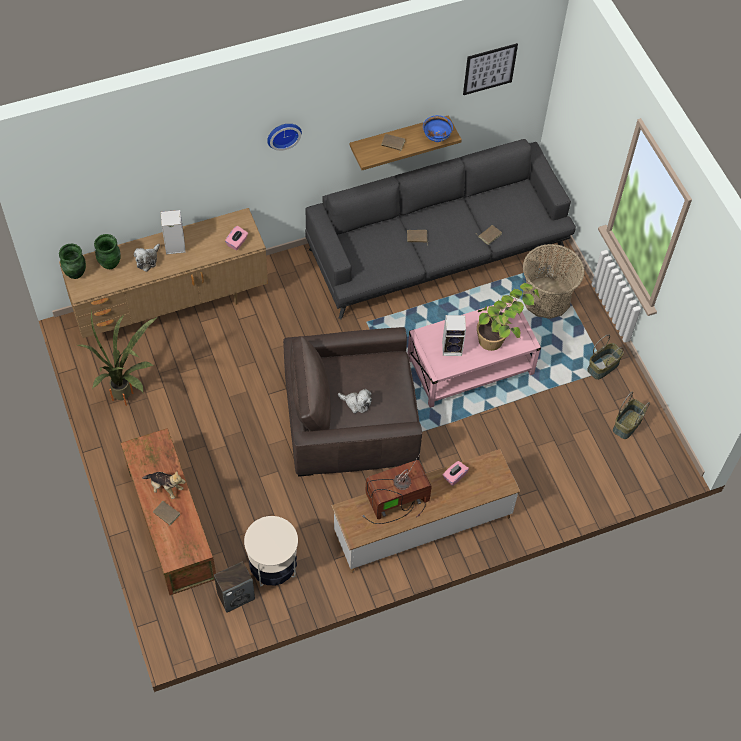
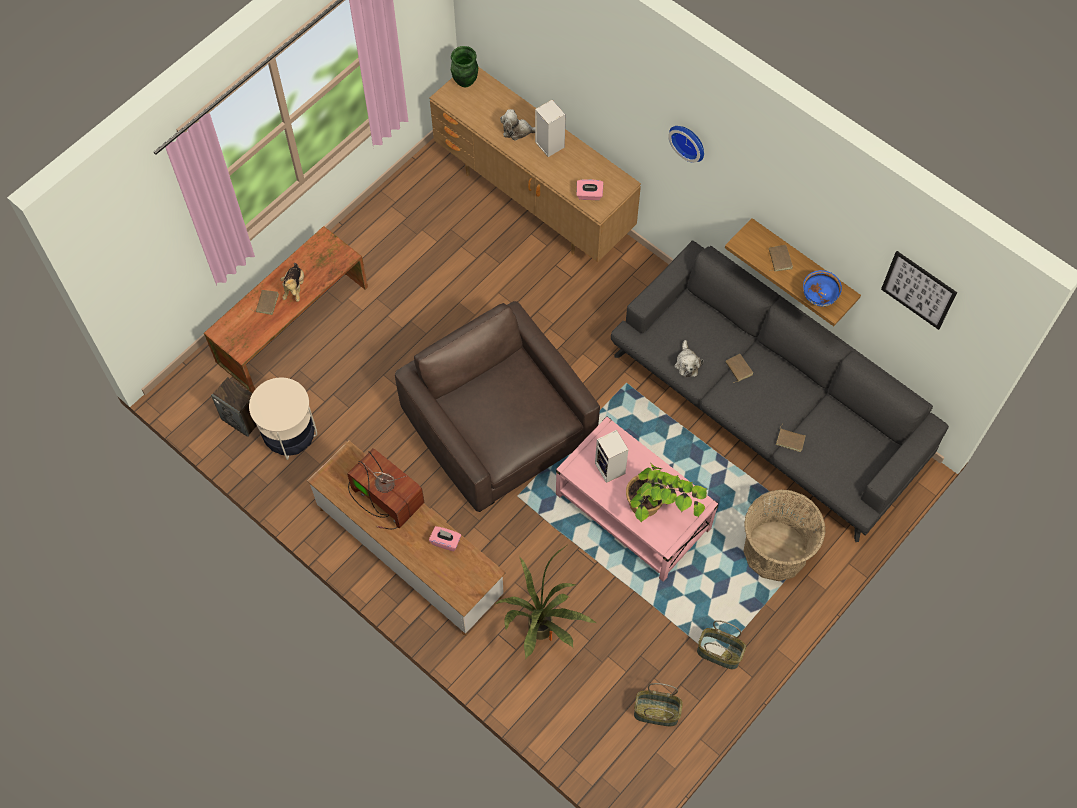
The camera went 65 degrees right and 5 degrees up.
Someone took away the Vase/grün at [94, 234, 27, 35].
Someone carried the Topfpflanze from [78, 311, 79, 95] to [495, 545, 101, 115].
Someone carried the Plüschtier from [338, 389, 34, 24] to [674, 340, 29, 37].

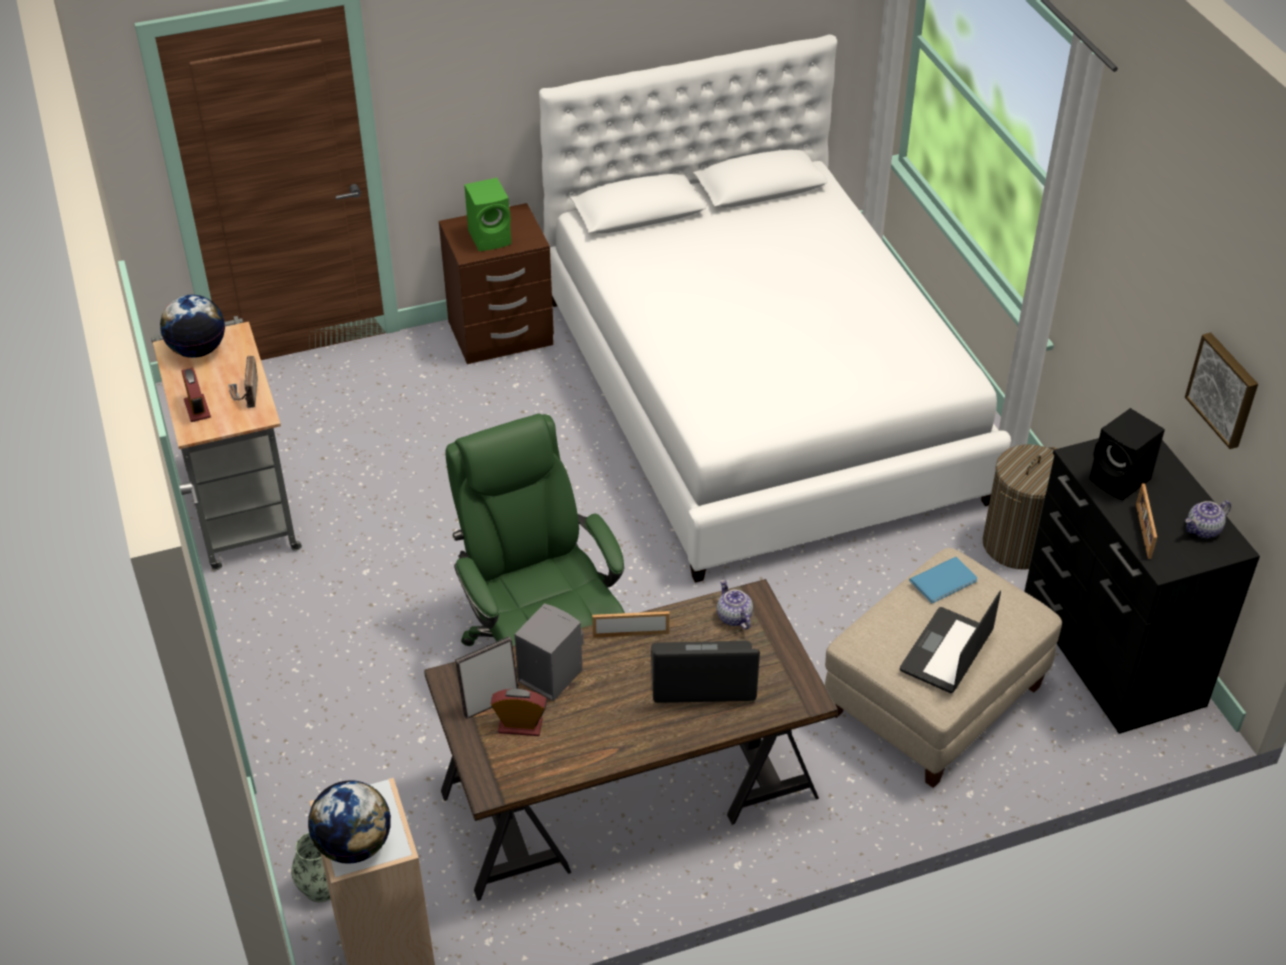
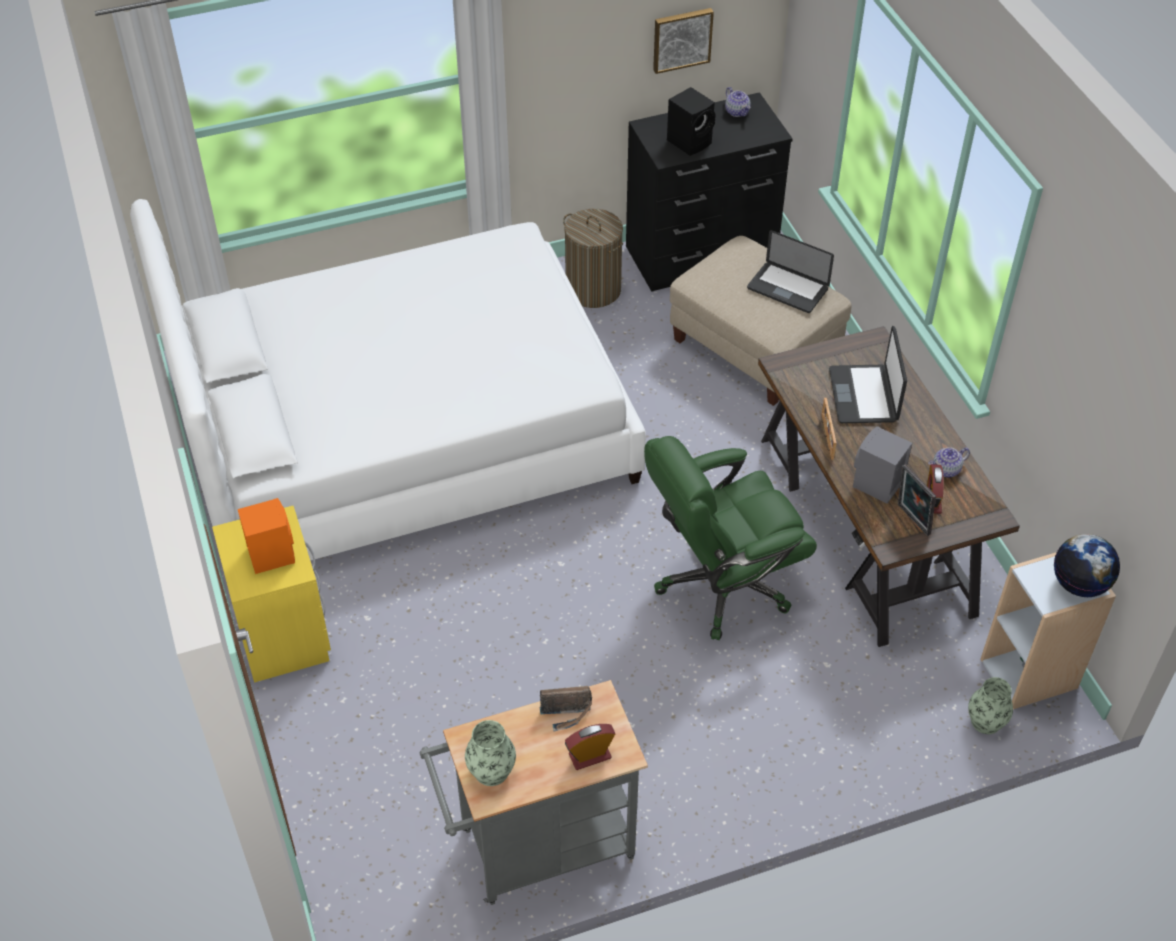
The camera went 90 degrees left and 5 degrees up.
Someone took away the Buch/blau at [909, 557, 68, 46].
Someone took away the Bilderrahmen at [1136, 483, 21, 76].
Someone carried the Teekanne from [717, 580, 36, 49] to [928, 447, 42, 30].
Someone swapped the Globus at [160, 295, 65, 63] for the Vase at [465, 720, 51, 66].
Someone repainted the Nachttisch/braun at [439, 203, 115, 161], which became the Nachttisch/gelb at [212, 506, 119, 177].
Someone repainted the Lautsprecher/grün at [464, 178, 47, 73], which became the Lautsprecher/orange at [238, 498, 57, 76].

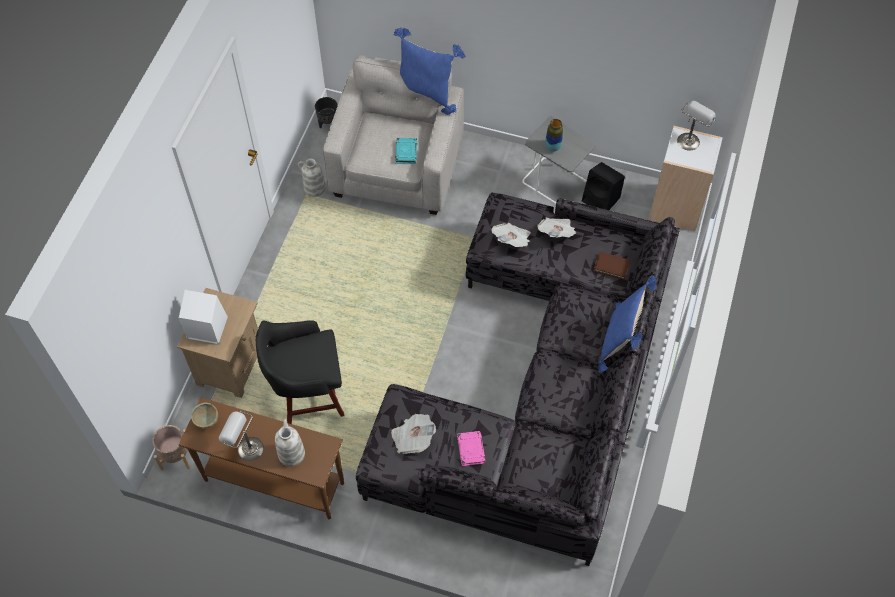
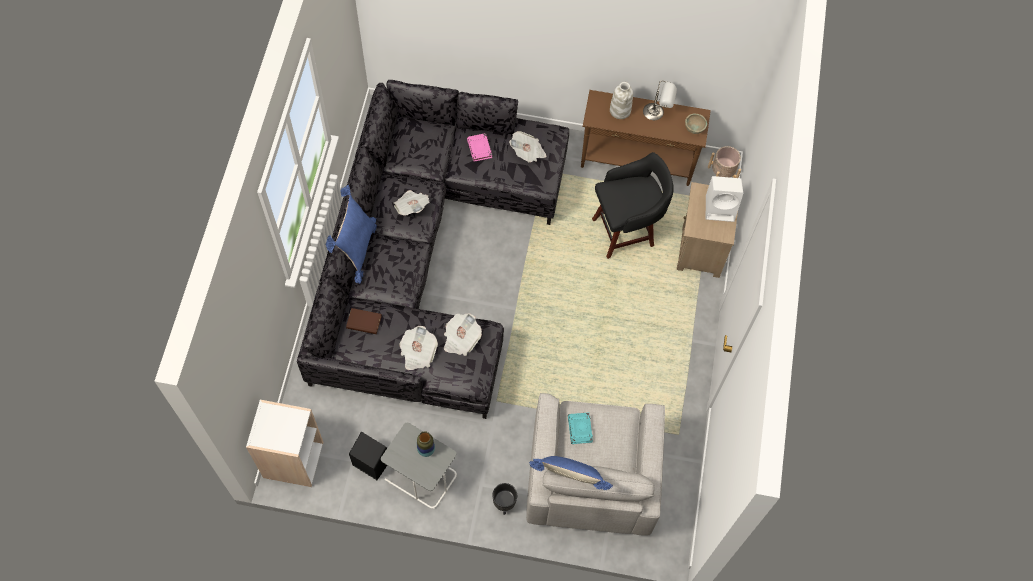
The camera went 170 degrees right and 5 degrees up.
Someone took away the Vase/weiß at [298, 159, 28, 38].
Someone took away the Tischlampe/weiß at [677, 101, 39, 49].
Someone put down the Zeitung at [394, 190, 36, 26].
Someone carried the Pflanzkübel/schwarz from [315, 97, 22, 31] to [492, 483, 25, 32].

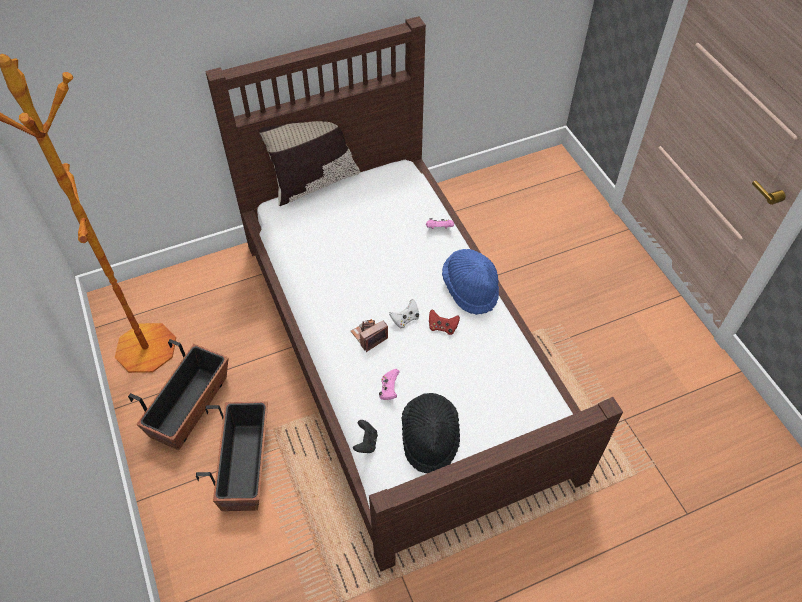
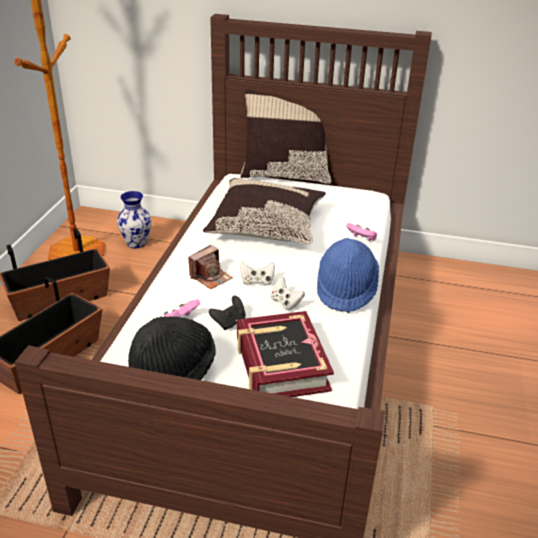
The camera went 35 degrees right and 20 degrees down.
Someone put down the Vase at [117, 191, 35, 57].
Someone put down the Kissen at [203, 178, 123, 66].
Someone put down the Buch at [237, 311, 97, 86].
Someone carried the Gamepad/schwarz from [353, 420, 25, 33] to [209, 296, 37, 34].
Someone repainted the Gamepad/rot at [429, 309, 31, 26], which became the Gamepad/weiß at [270, 276, 35, 34].
Someone rotated the Kamera at [351, 319, 37, 33] by 135 degrees clockwise.

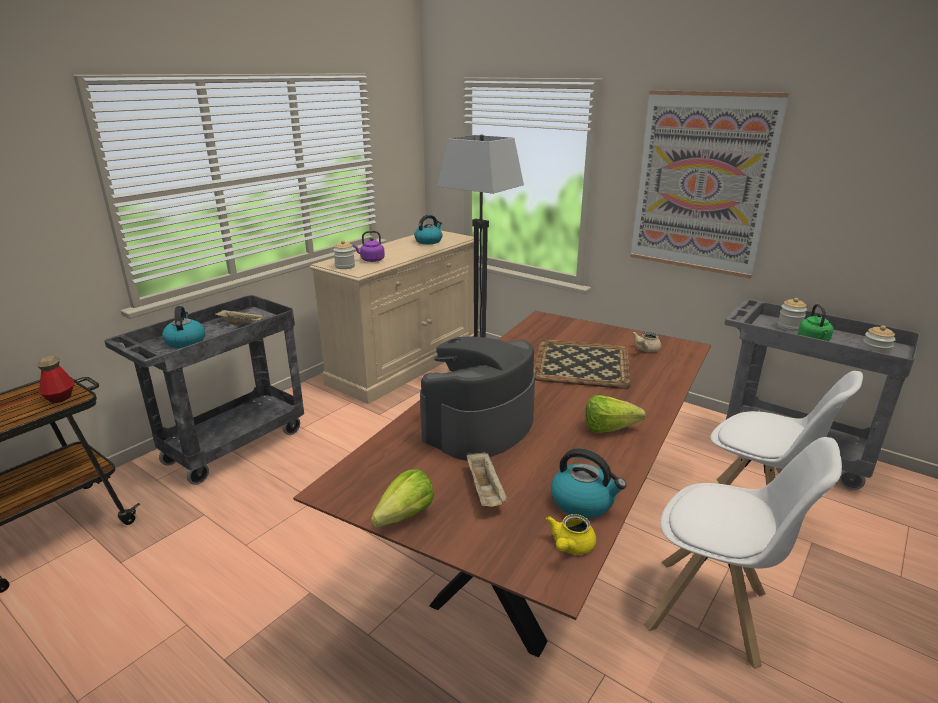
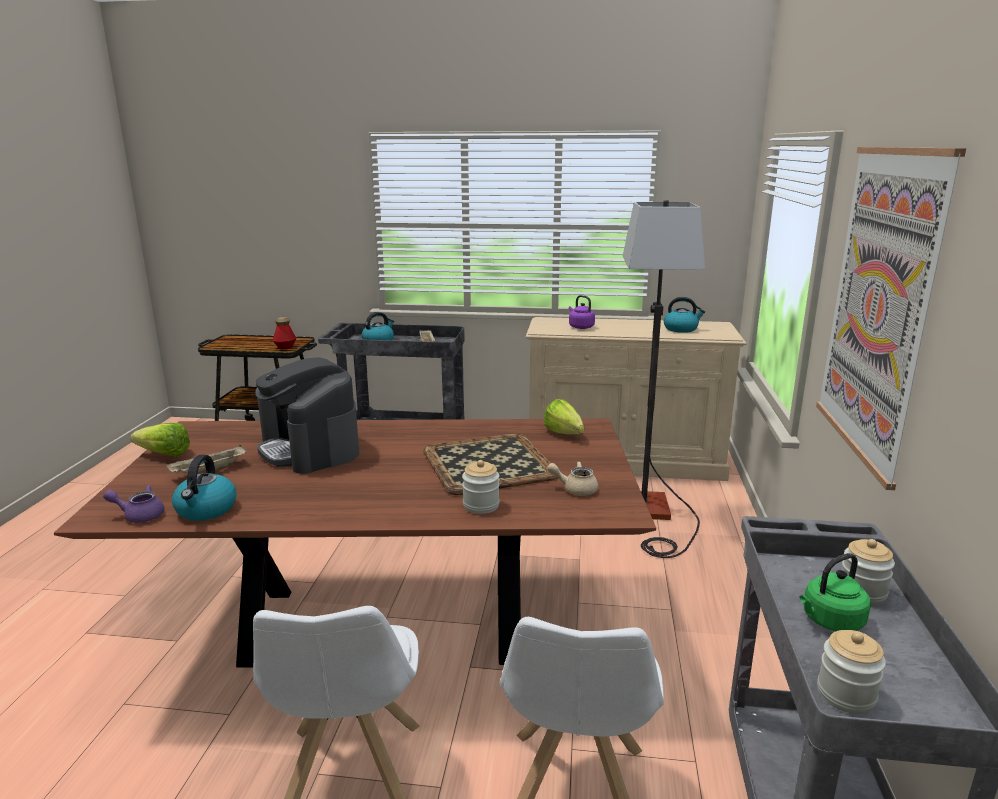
The camera went 60 degrees right and 5 degrees down.
Someone carried the Vorratsglas from [333, 240, 22, 29] to [462, 460, 38, 54].
Someone carried the Salatkopf from [586, 395, 59, 38] to [544, 399, 40, 36].
Someone repainted the Teekanne/gelb at [546, 514, 50, 41], which became the Teekanne/lila at [103, 485, 62, 38].
Someone rotated the Kaffeemaschine at [420, 337, 115, 124] by 135 degrees counterclockwise.

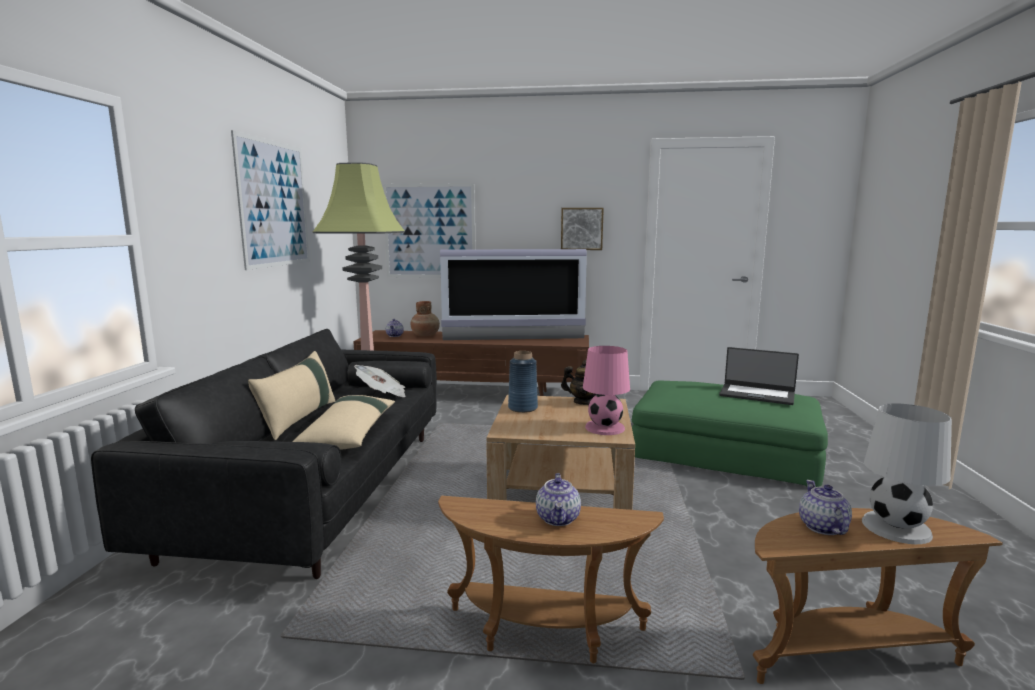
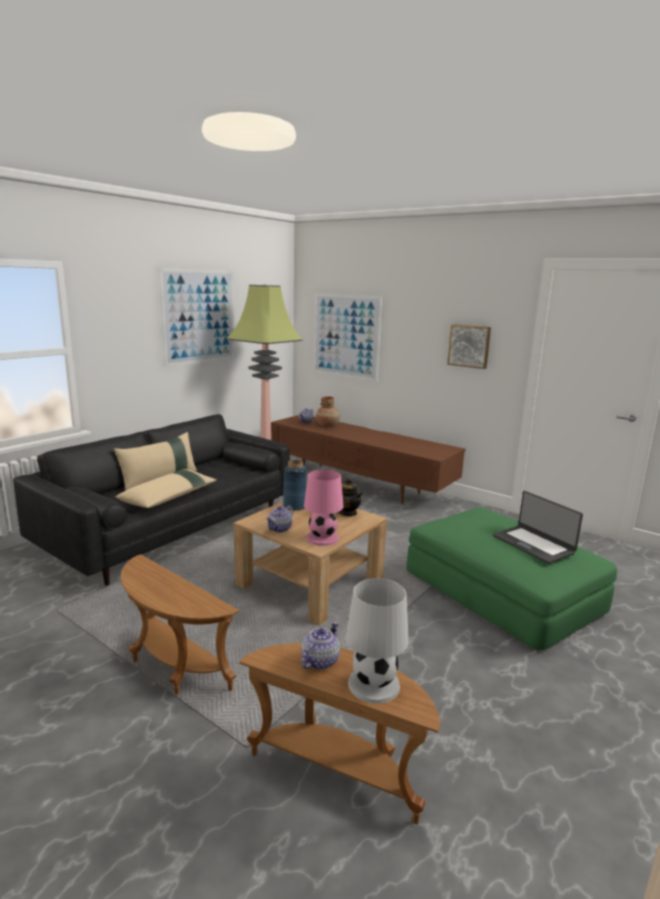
The camera went 30 degrees right and 5 degrees up.
Someone took away the Zeitung at [354, 365, 51, 32].
Someone took away the Fernseher at [440, 249, 147, 91].
Someone carried the Teekanne from [536, 473, 45, 53] to [266, 505, 27, 27].

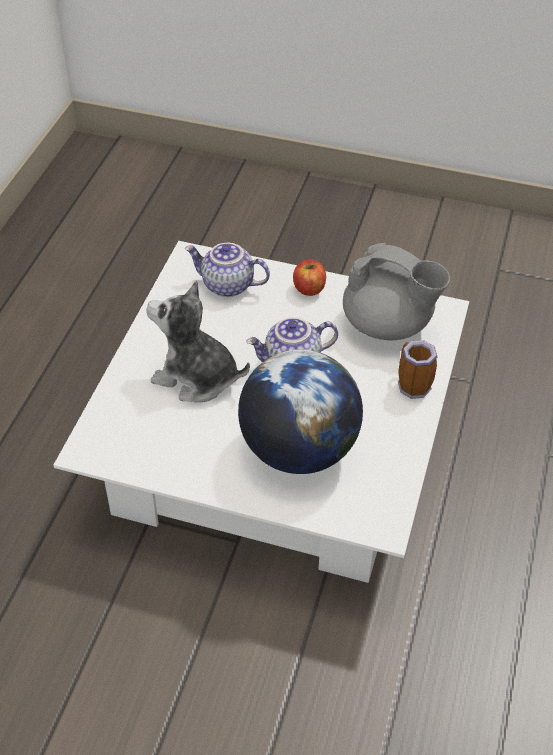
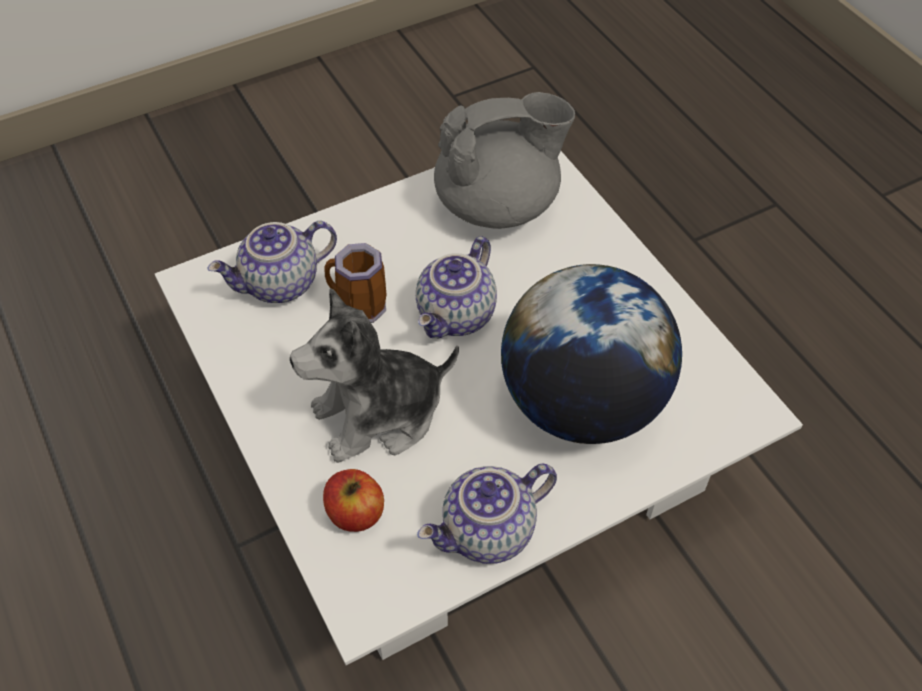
The camera went 45 degrees left and 5 degrees up.
Someone put down the Teekanne at [417, 464, 140, 100].
Someone carried the Apfel from [293, 259, 33, 37] to [323, 469, 61, 63].
Someone carried the Henkelbecher from [398, 340, 39, 59] to [325, 243, 62, 80].

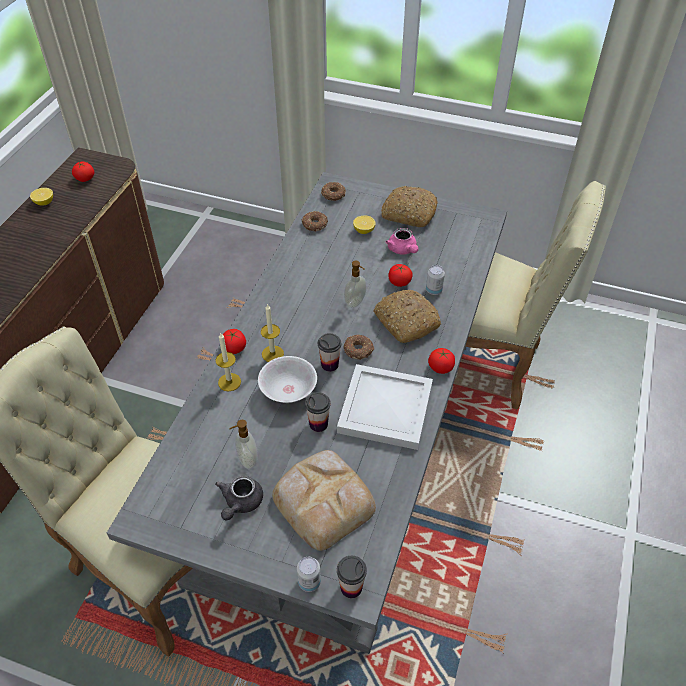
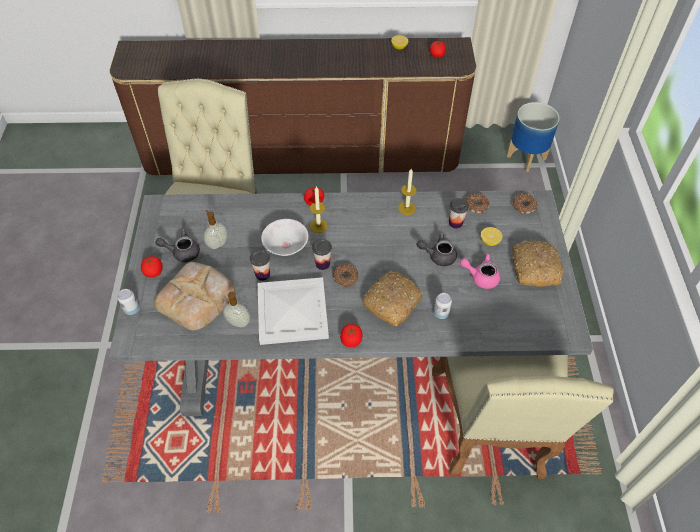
The camera went 70 degrees right and 5 degrees up.
Someone put down the Teekanne/grau at [416, 232, 41, 34].
Someone put down the Pflanzkübel at [507, 102, 53, 70].
Someone carried the Kerze from [215, 332, 26, 59] to [398, 169, 19, 46].
Someone carried the Tasse from [337, 556, 30, 42] to [449, 198, 20, 31].
Someone carried the Seifenspender from [344, 261, 23, 47] to [223, 292, 27, 35].
Someone carried the Tomate from [388, 264, 25, 23] to [141, 256, 21, 21].
Someone rotated the Teekanne/rosa at [386, 228, 33, 27] by 60 degrees clockwise.

